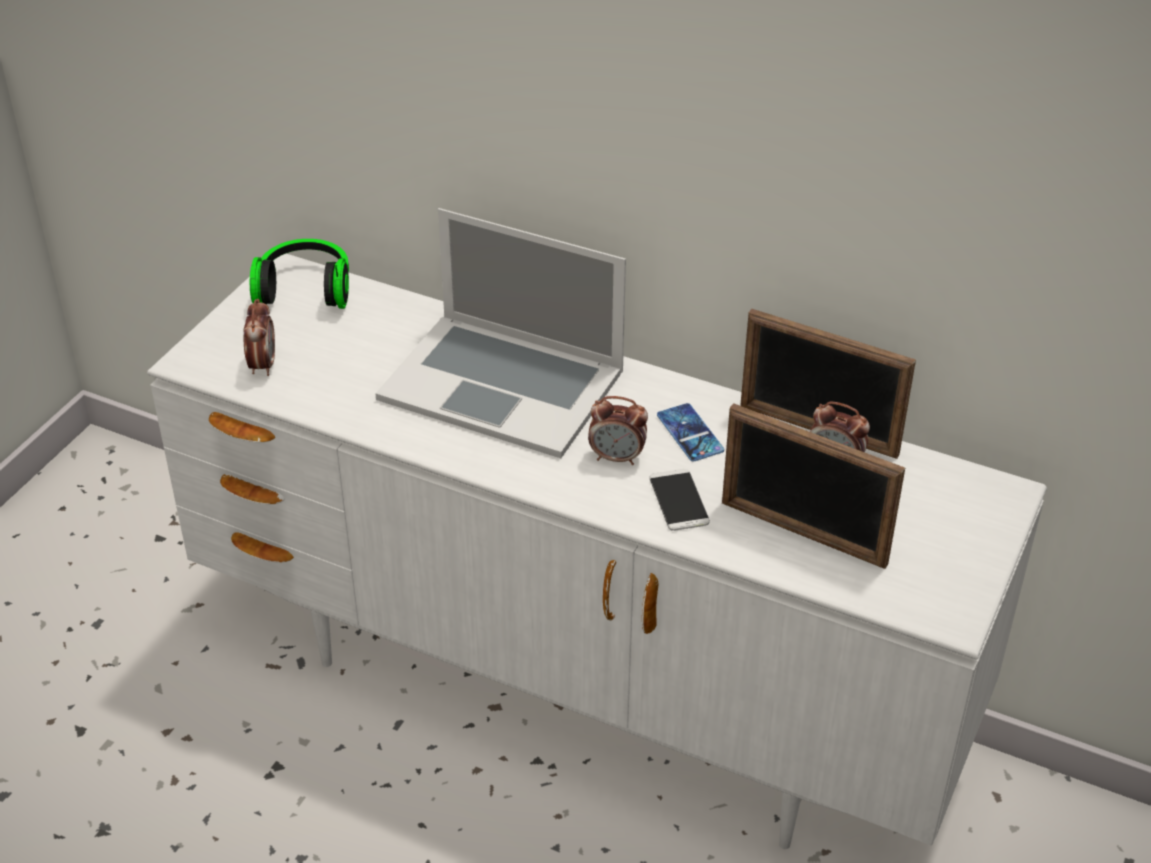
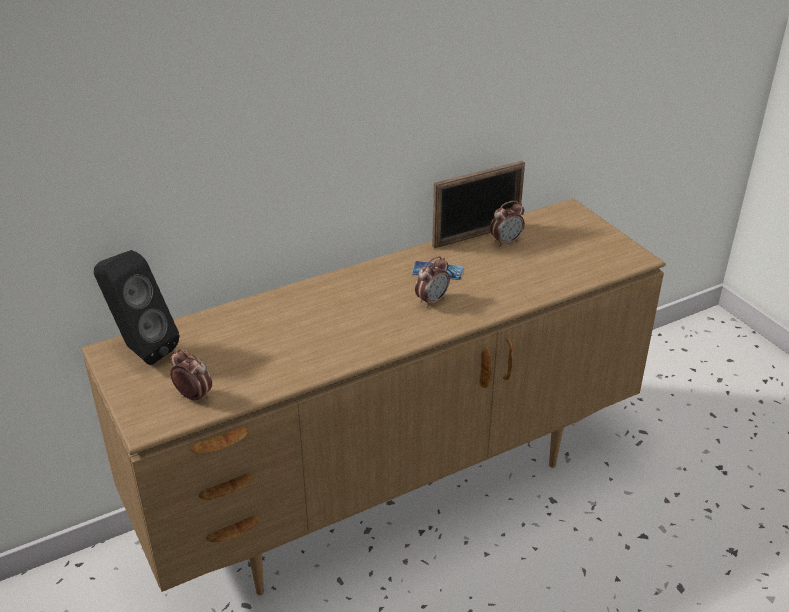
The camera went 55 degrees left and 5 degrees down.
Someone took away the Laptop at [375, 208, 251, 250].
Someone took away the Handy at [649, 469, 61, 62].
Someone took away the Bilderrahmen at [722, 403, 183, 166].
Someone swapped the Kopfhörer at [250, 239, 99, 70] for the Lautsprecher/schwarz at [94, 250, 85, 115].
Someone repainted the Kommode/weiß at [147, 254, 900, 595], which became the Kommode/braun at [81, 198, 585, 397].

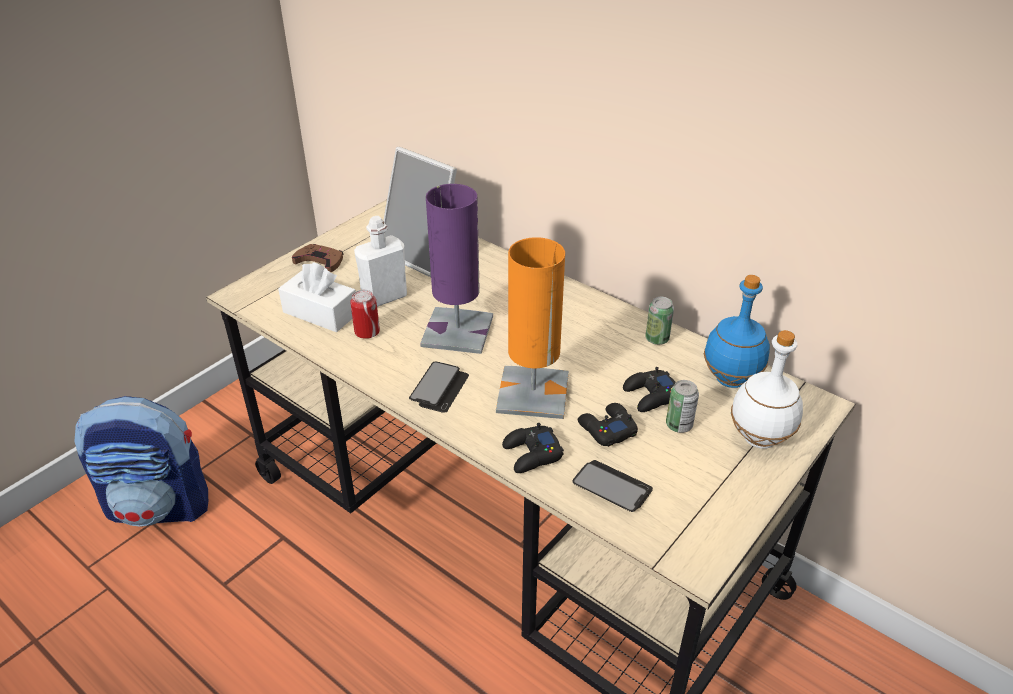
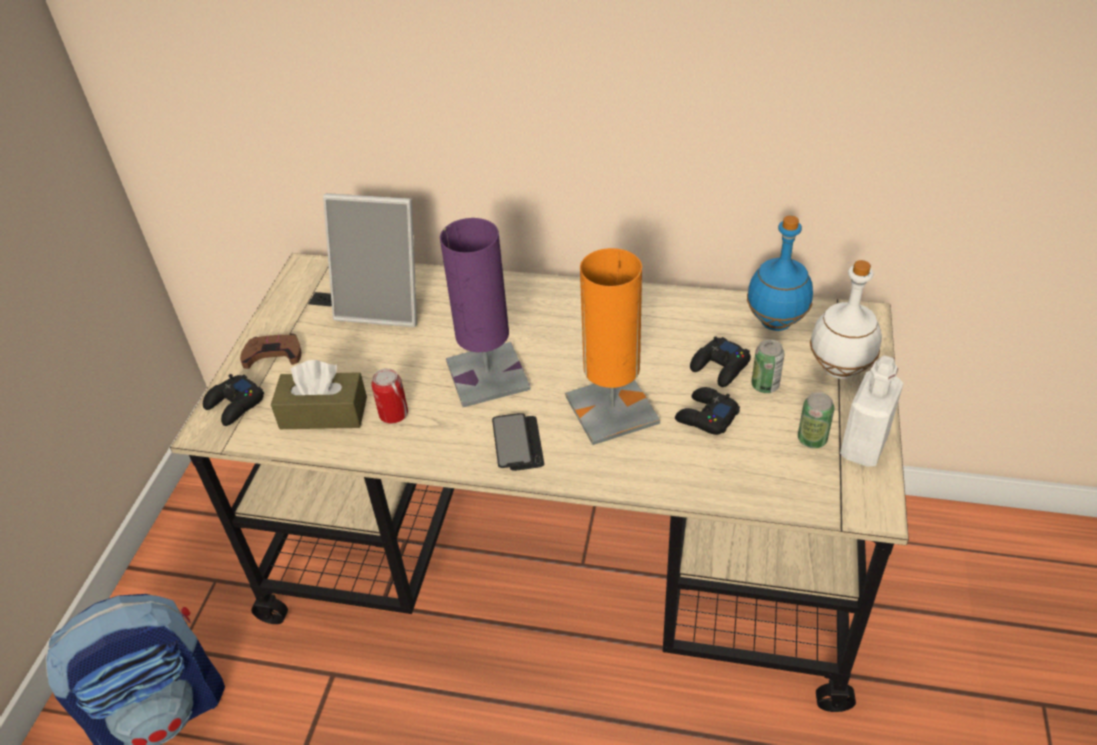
The camera went 25 degrees left and 5 degrees up.
Someone took away the Handy at [573, 460, 80, 52].
Someone carried the Flasche/weiß from [354, 216, 53, 91] to [840, 355, 64, 111].
Someone carried the Gamepad/schwarz from [502, 423, 62, 50] to [203, 374, 61, 52].
Someone carried the Dose from [645, 297, 29, 48] to [798, 392, 37, 56].
Someone repainted the Taschentuchbox/weiß at [278, 262, 78, 70], which became the Taschentuchbox/braun at [271, 360, 96, 69].

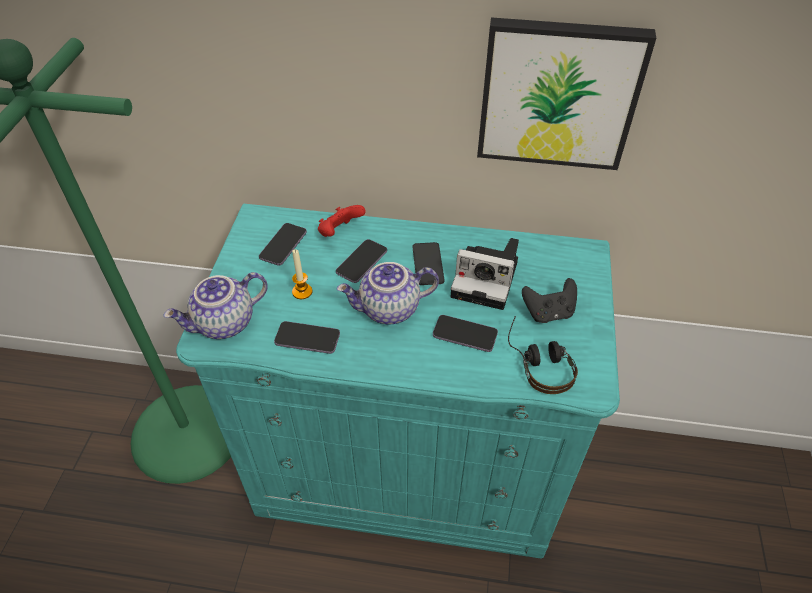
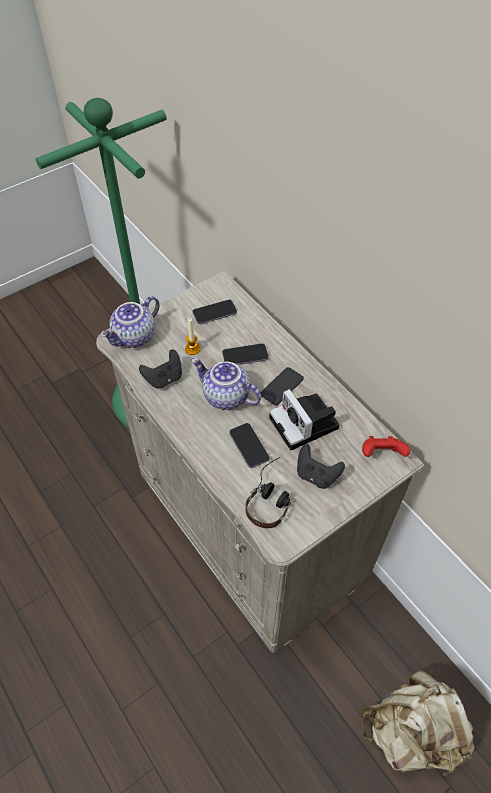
The camera went 45 degrees right and 5 degrees up.
Someone took away the Bild at [477, 17, 179, 153].
Someone put down the Rucksack/beige at [361, 670, 114, 106].
Someone carried the Gamepad/rot from [318, 205, 48, 32] to [362, 436, 48, 21].
Someone swapped the Handy at [274, 321, 66, 33] for the Gamepad/schwarz at [139, 350, 43, 39].
Someone repainted the Kommode/türkis at [176, 204, 444, 355], which became the Kommode/beige at [96, 271, 328, 382].
Someone rotated the Teekanne at [163, 272, 105, 67] by 60 degrees counterclockwise.

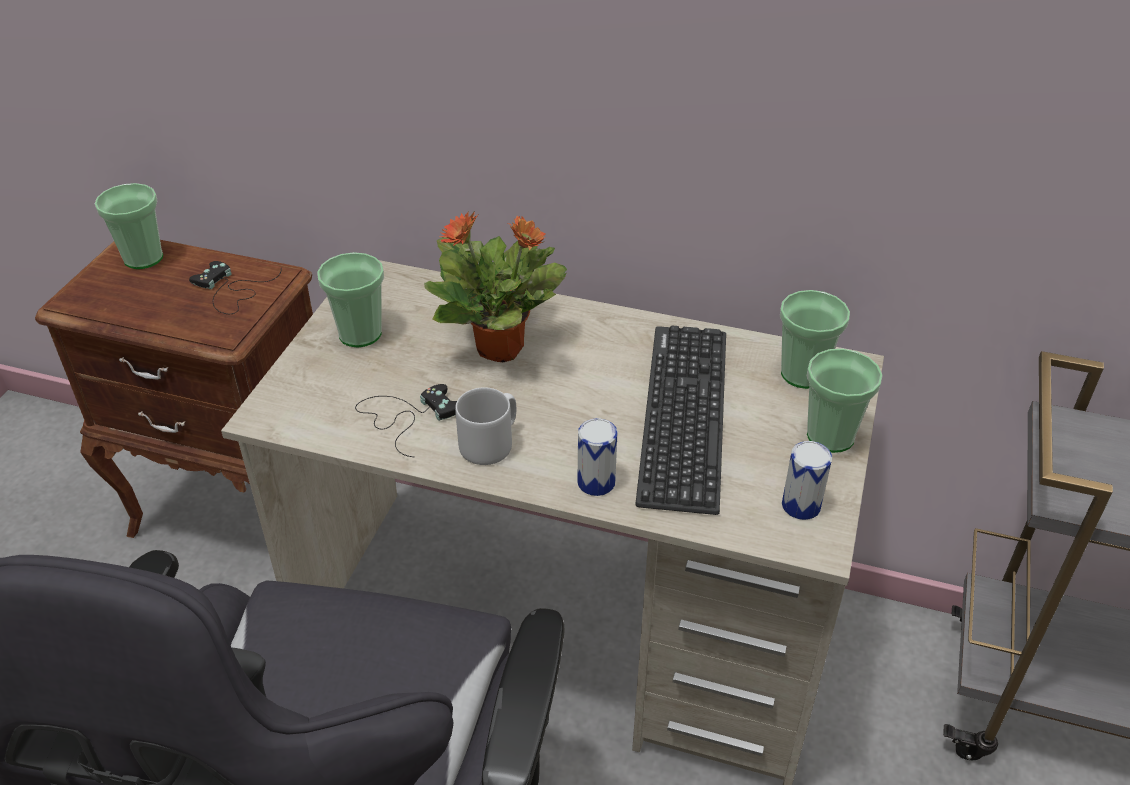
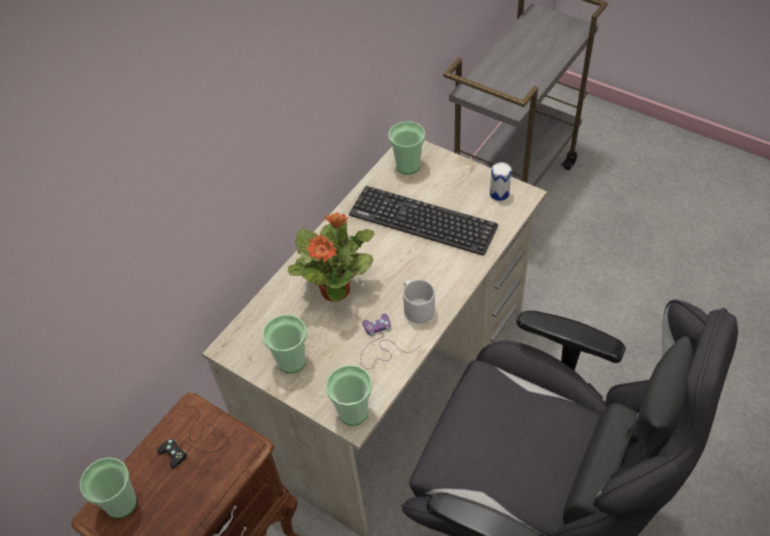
The camera went 70 degrees left and 10 degrees up.
Someone took away the Dose at [577, 418, 41, 78].
Someone carried the Tasse from [807, 348, 76, 105] to [326, 365, 46, 61].
Someone repainted the Gamepad/schwarz at [355, 384, 102, 74], which became the Gamepad/lila at [361, 314, 59, 55].

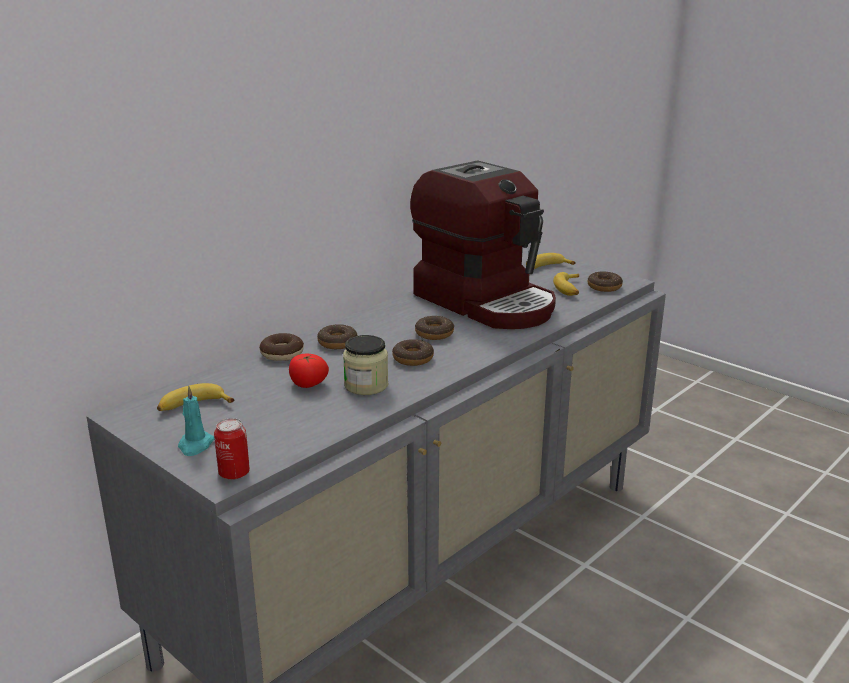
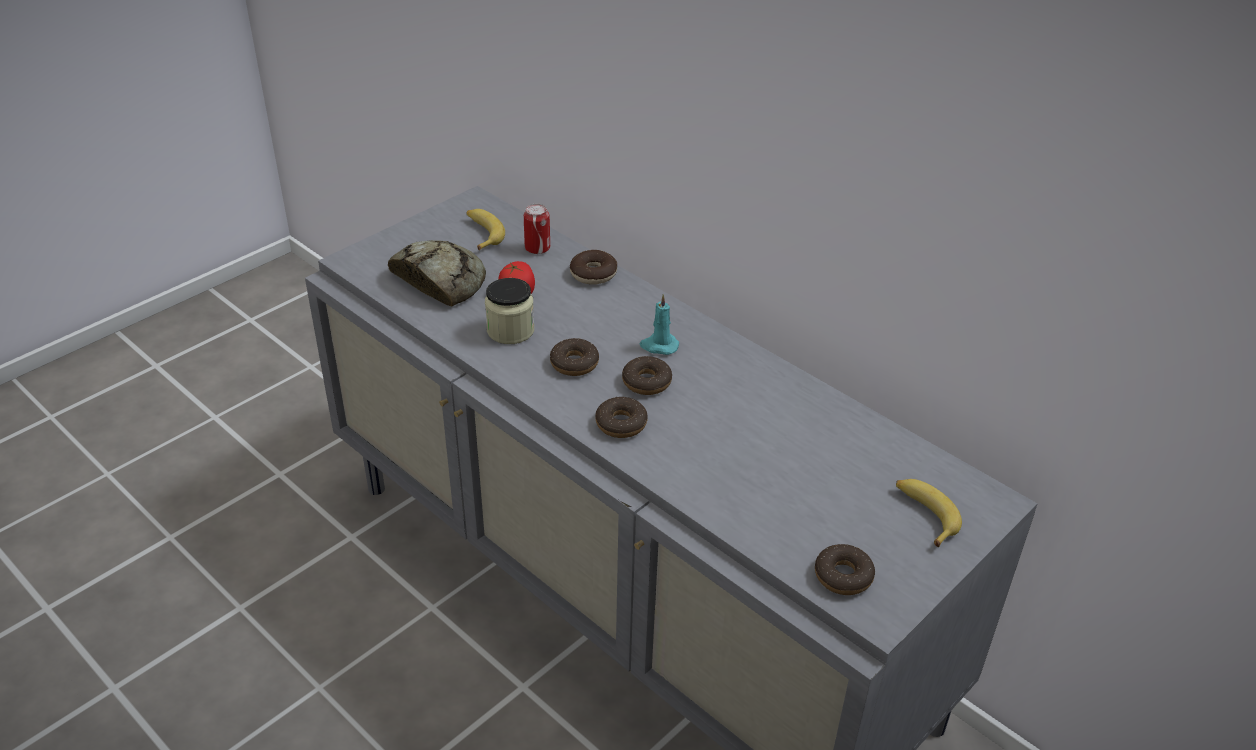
The camera went 90 degrees right and 15 degrees up.
Someone took away the Kaffeemaschine at [410, 160, 146, 169].
Someone took away the Banane at [553, 272, 26, 24].
Someone put down the Brot at [388, 240, 98, 66].
Someone carried the Kerze/türkis from [178, 386, 36, 70] to [640, 294, 39, 61].
Someone carried the Dose from [214, 418, 36, 62] to [524, 204, 26, 50].
Someone carried the Donut from [317, 324, 40, 25] to [595, 396, 53, 42].

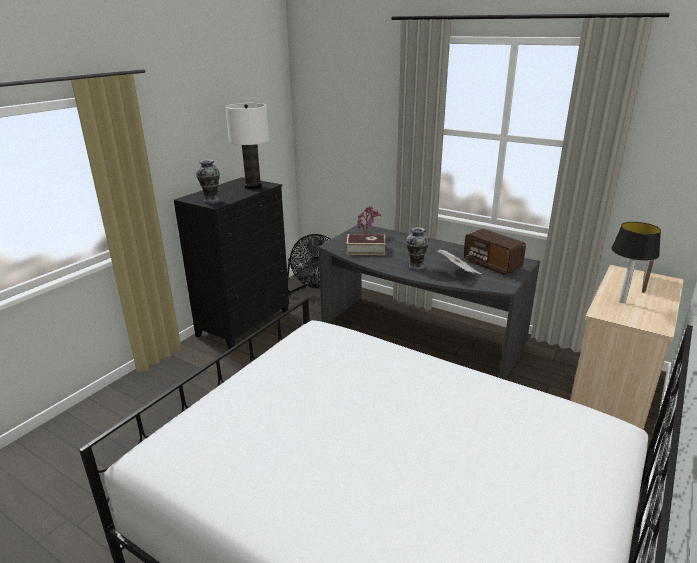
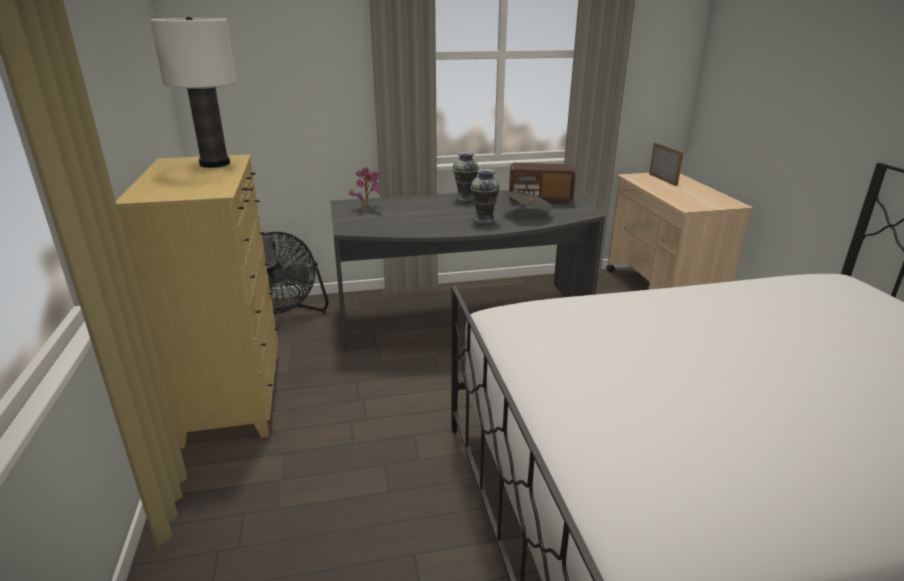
The camera went 45 degrees left and 0 degrees up.
Someone took away the Buch at [346, 234, 39, 21].
Someone took away the Tischlampe at [611, 222, 50, 81].
Someone carried the Vase from [196, 160, 24, 44] to [452, 152, 27, 51].
Someone repainted the Kommode/schwarz at [174, 177, 115, 172], which became the Kommode/beige at [116, 154, 163, 294].

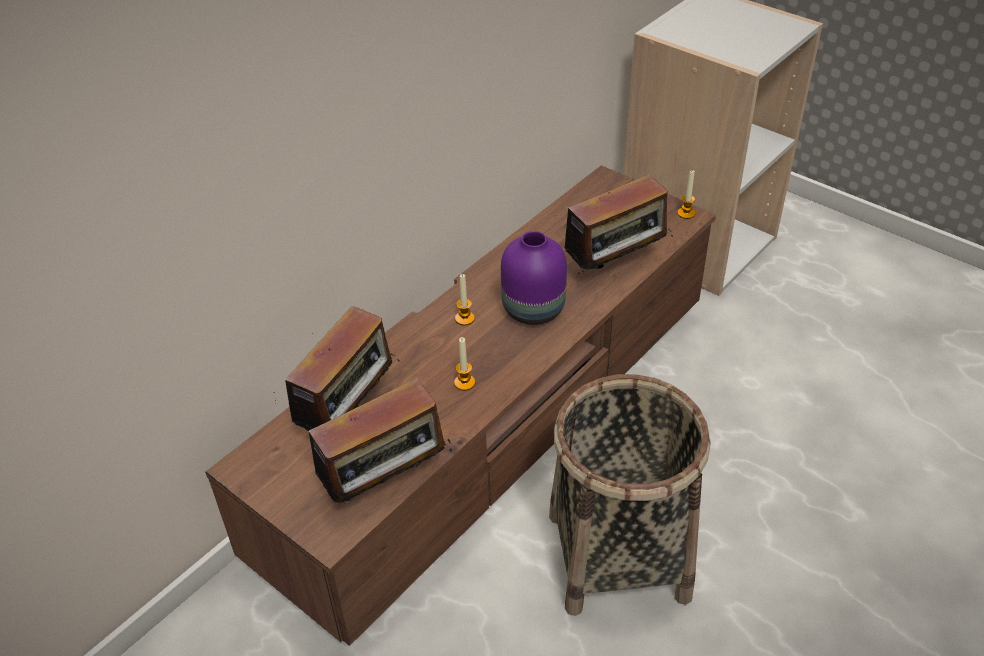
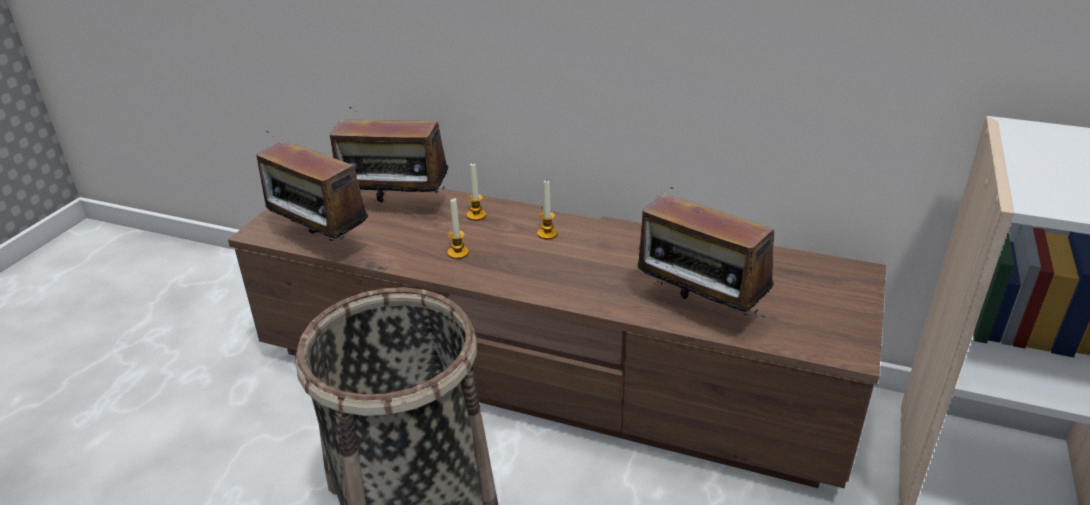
The camera went 70 degrees right and 10 degrees down.
Someone took away the Vase/lila at [501, 231, 66, 94].
Someone carried the Kerze from [677, 170, 18, 49] to [466, 162, 20, 59].

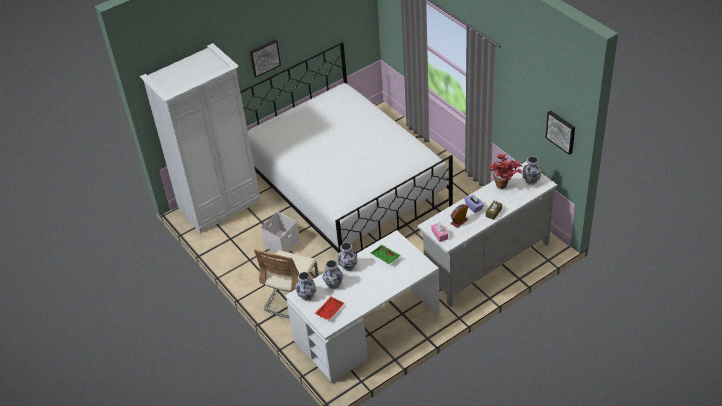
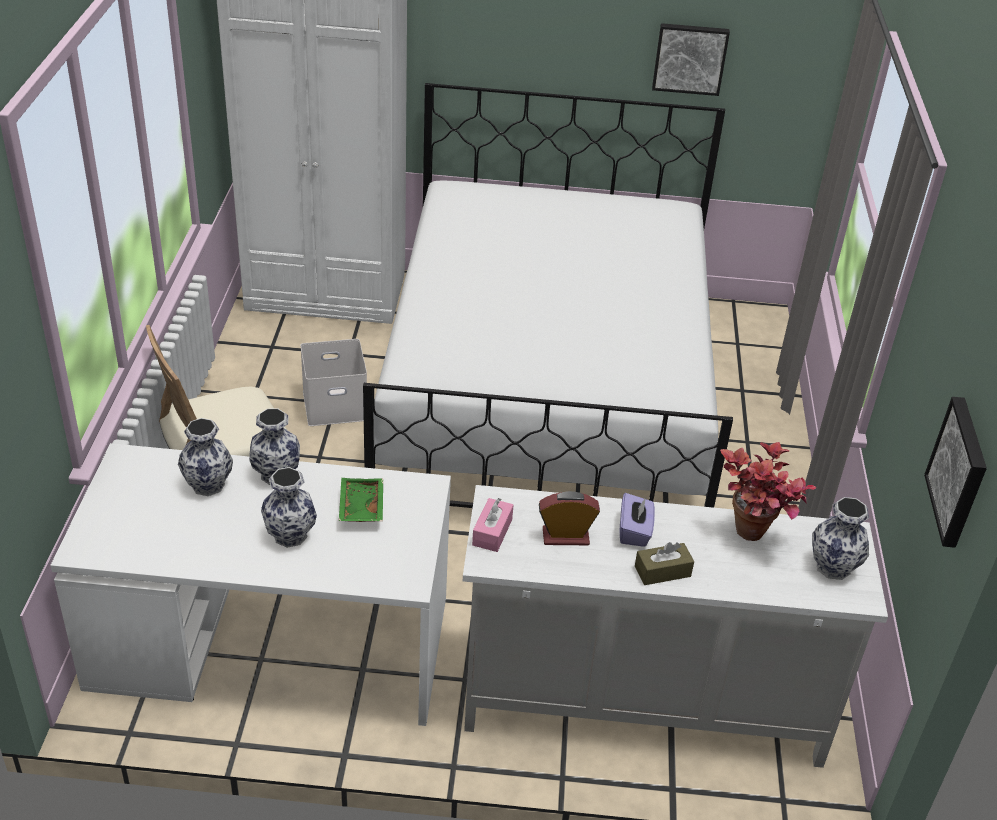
The camera went 35 degrees right and 5 degrees down.
Someone took away the Tablett/rot at [315, 297, 30, 23].
Someone carried the Bild from [250, 39, 31, 38] to [652, 23, 78, 73].
Someone carried the Vase from [295, 272, 21, 29] to [261, 467, 56, 81].

